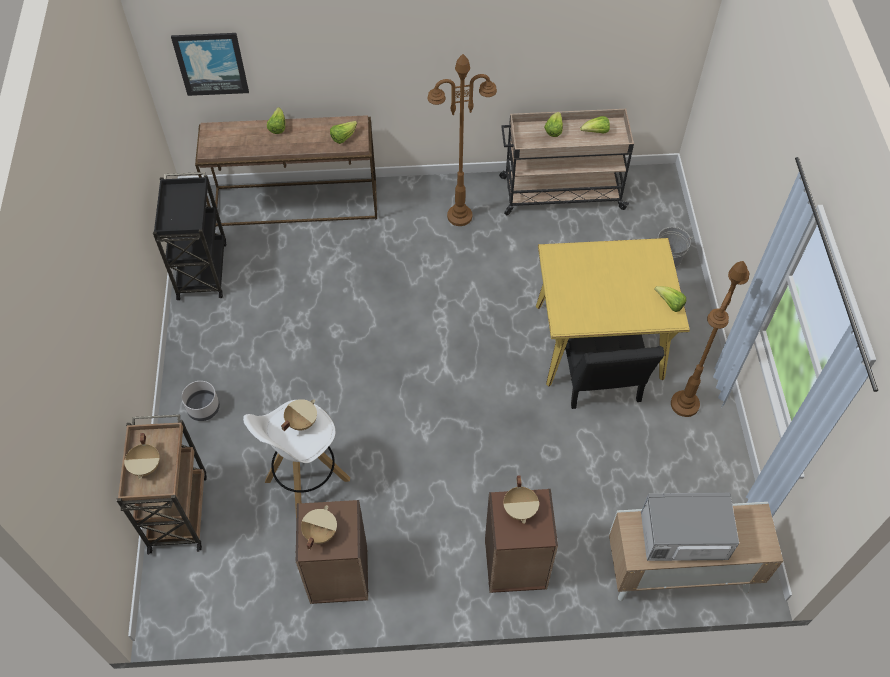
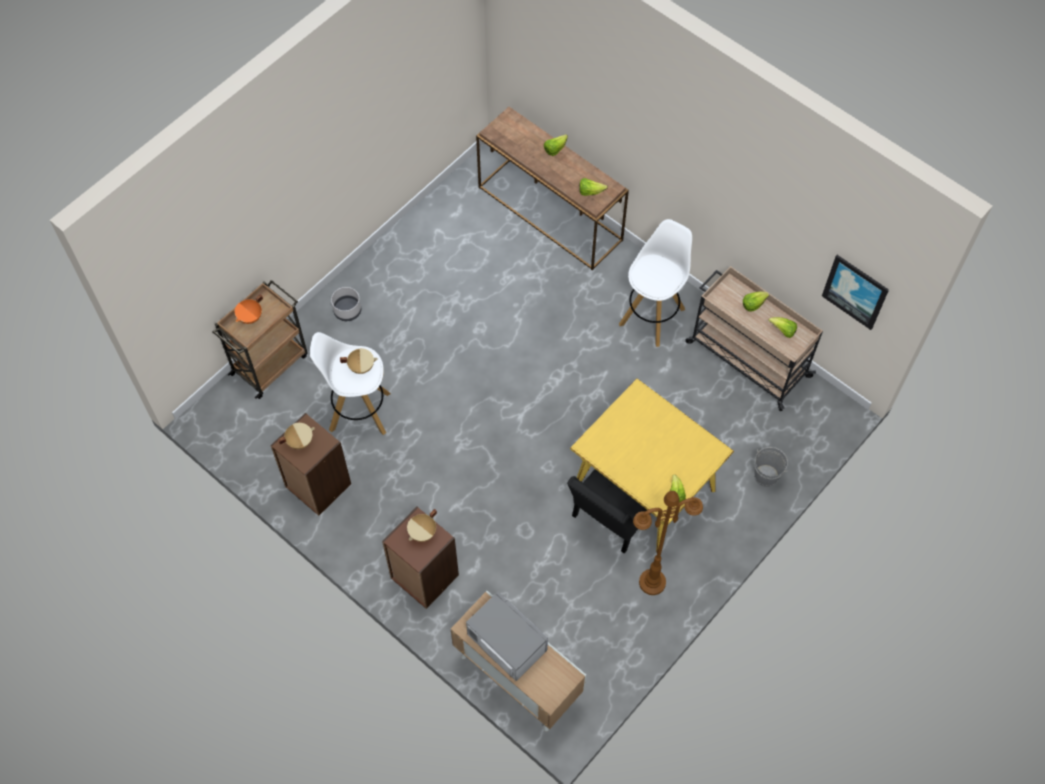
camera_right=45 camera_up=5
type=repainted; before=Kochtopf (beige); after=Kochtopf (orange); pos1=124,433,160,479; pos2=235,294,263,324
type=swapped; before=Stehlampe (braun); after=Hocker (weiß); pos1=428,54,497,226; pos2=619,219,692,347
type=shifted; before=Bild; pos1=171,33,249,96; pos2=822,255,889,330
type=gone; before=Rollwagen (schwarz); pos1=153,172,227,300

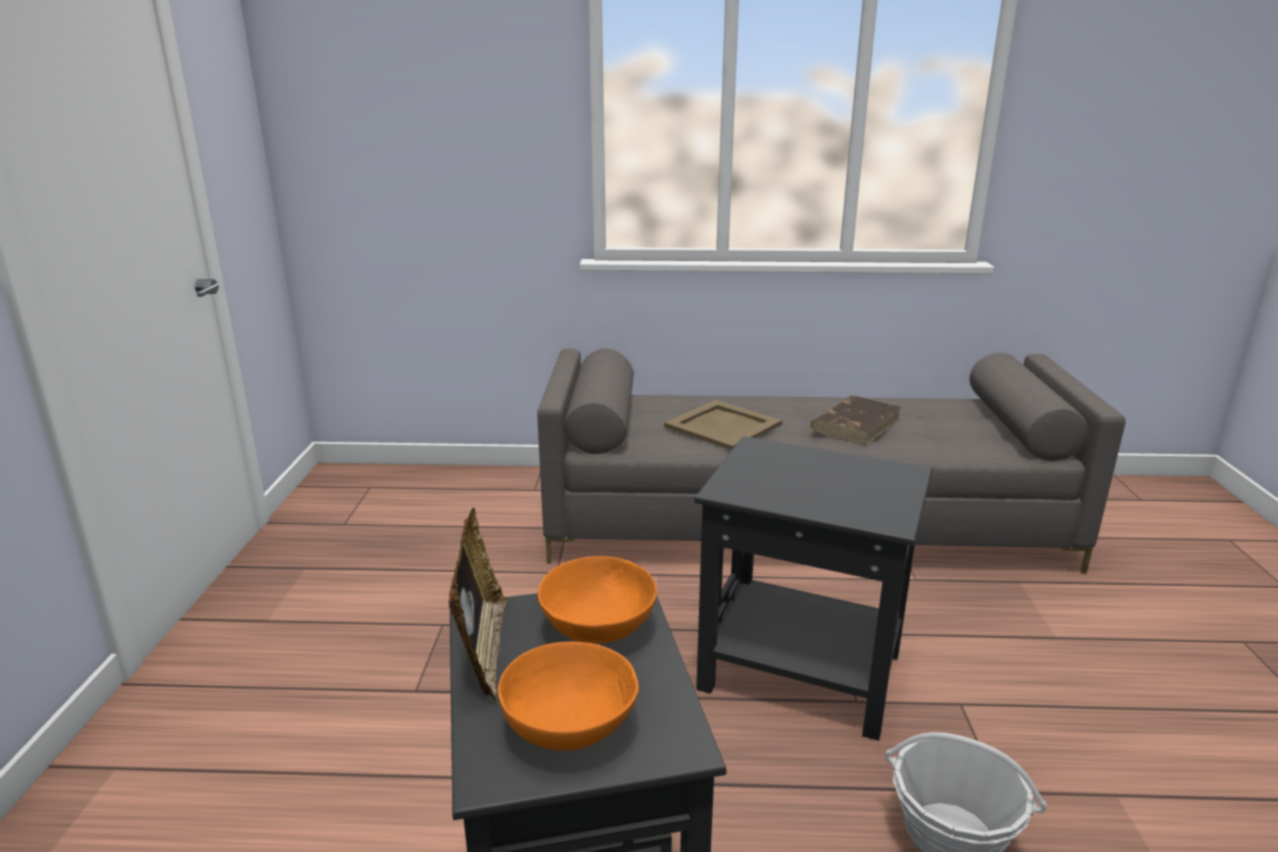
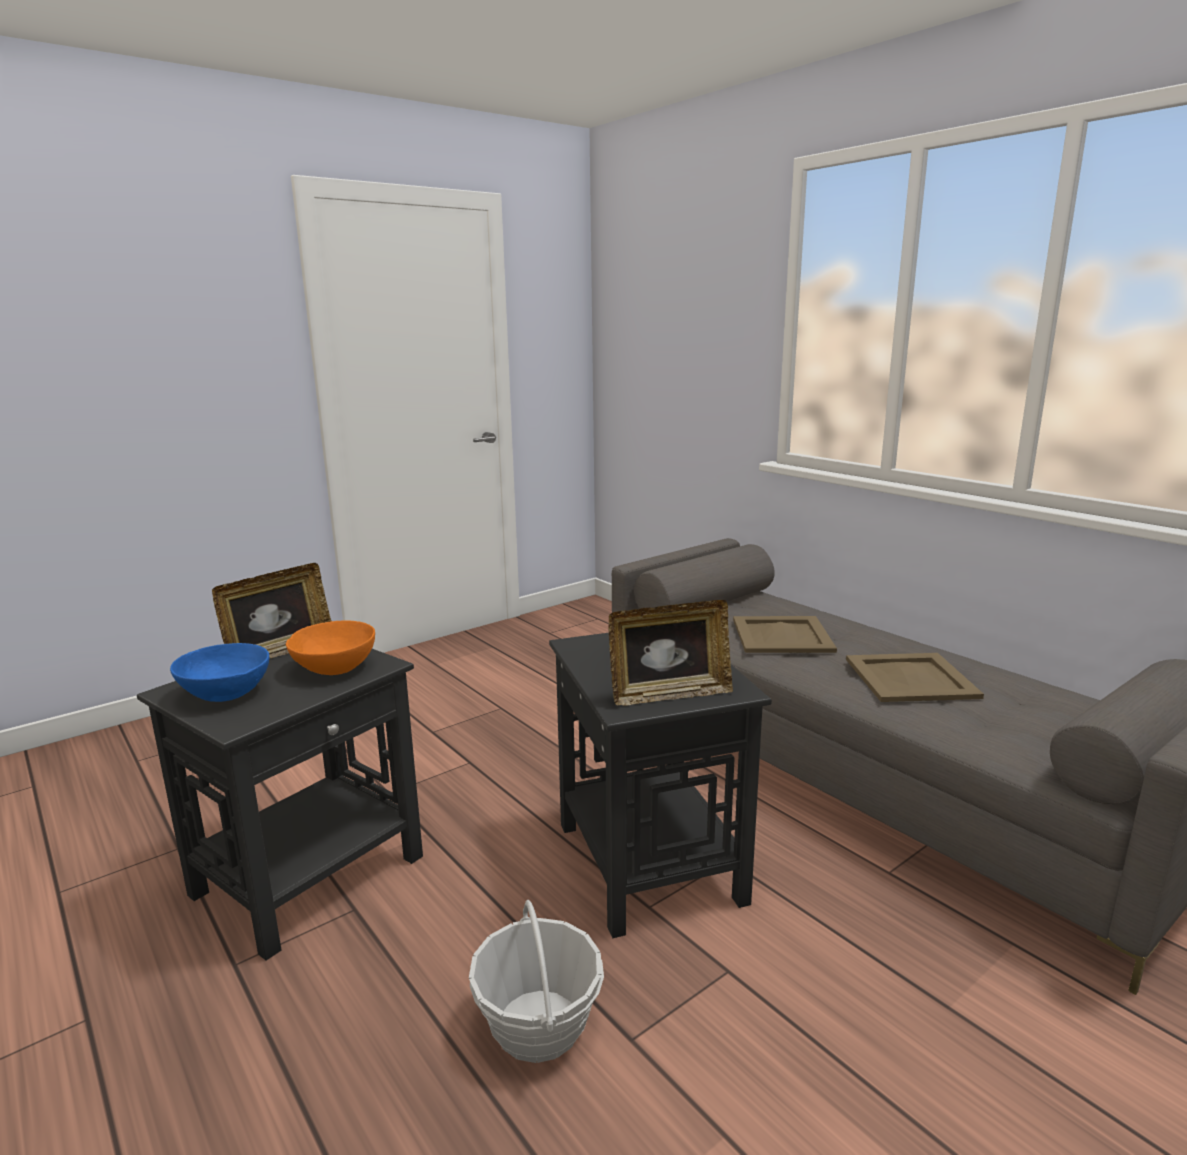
camera_right=50 camera_up=-5
type=repainted; before=Schüssel (orange); after=Schüssel (blau); pos1=498,642,639,751; pos2=170,643,269,702
type=new; after=Bilderrahmen; pos2=608,600,733,706
type=swapped; before=Buch (braun); after=Tablett (beige); pos1=811,395,902,446; pos2=846,653,984,702

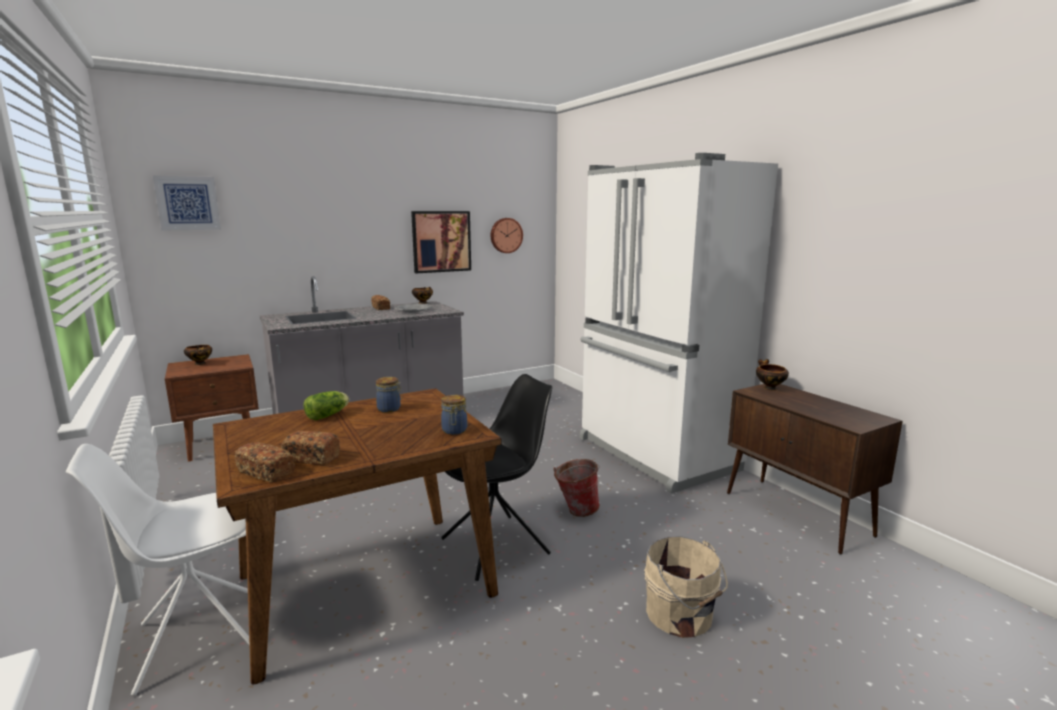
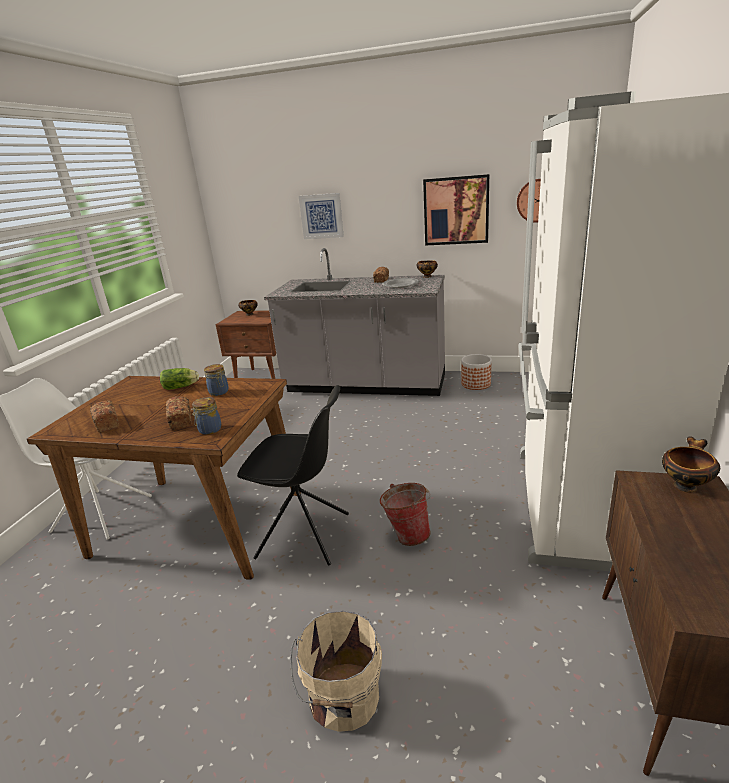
camera_right=45 camera_up=10
type=shifted; before=Brot; pos1=235,442,295,483; pos2=166,396,192,430
type=shifted; before=Bild; pos1=153,176,221,231; pos2=299,193,344,239
type=new; after=Pflanzkübel; pos2=461,354,492,390

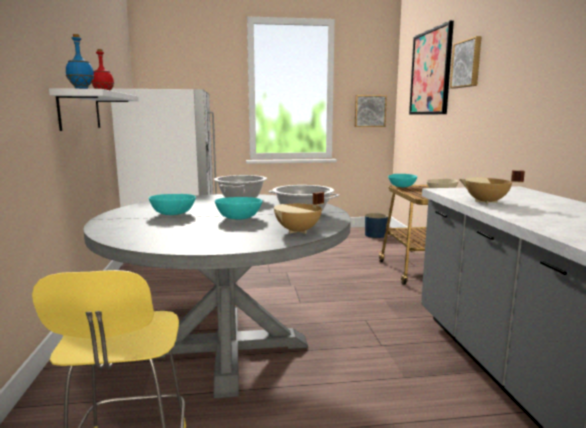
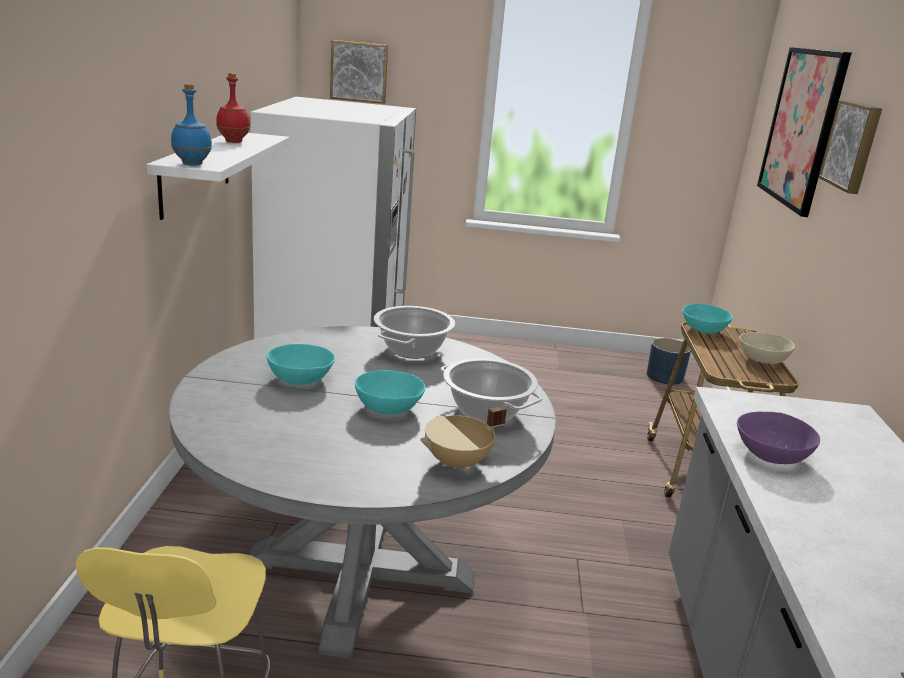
camera_right=10 camera_up=10
type=shifted; before=Bild; pos1=355,95,387,127; pos2=330,40,388,104
type=swapped; before=Kochtopf (beige); after=Schüssel (lila); pos1=459,170,525,204; pos2=737,412,820,464

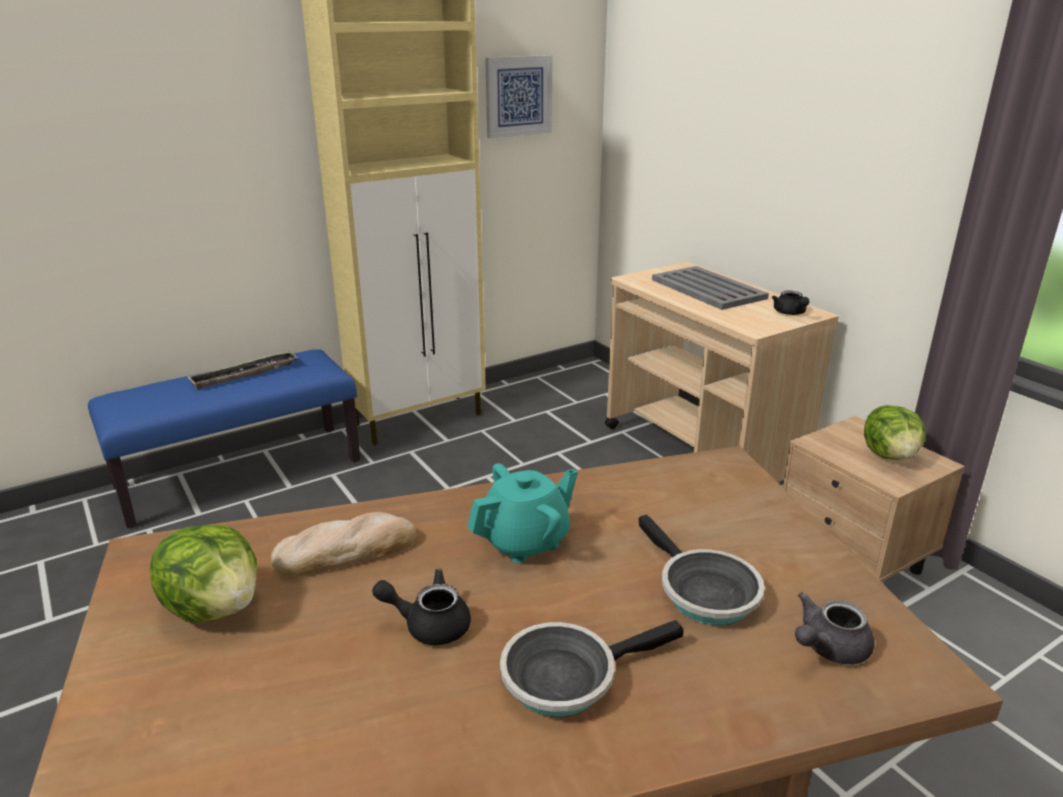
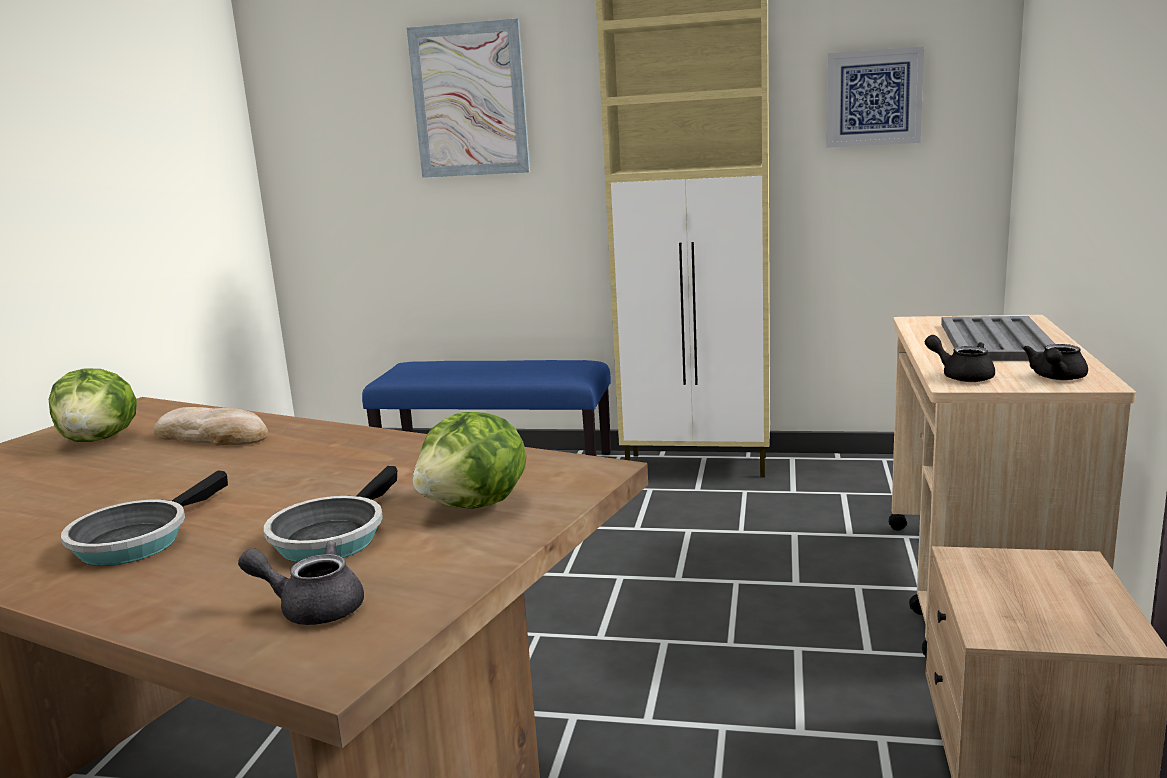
camera_right=45 camera_up=-10
type=rotated; before=Pfanne; pos1=500,620,683,717; pos2=61,470,228,566; turn=-90
type=new; after=Bild; pos2=407,18,530,178
type=shifted; before=Salatkopf; pos1=864,405,926,460; pos2=412,412,527,509
type=shifted; before=Teekanne (schwarz); pos1=372,569,471,645; pos2=925,335,995,382
type=gone; before=Tablett; pos1=188,351,298,389
type=gone; before=Teekanne (türkis); pos1=467,463,578,563

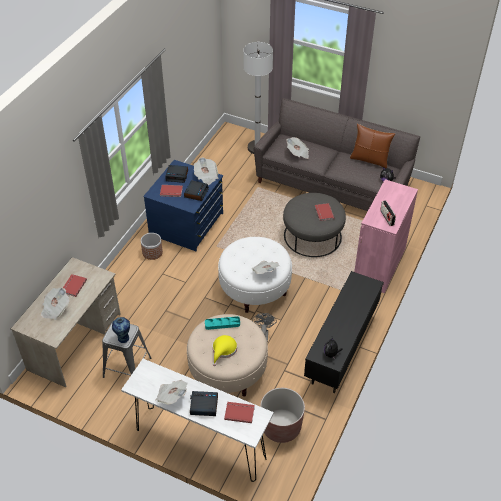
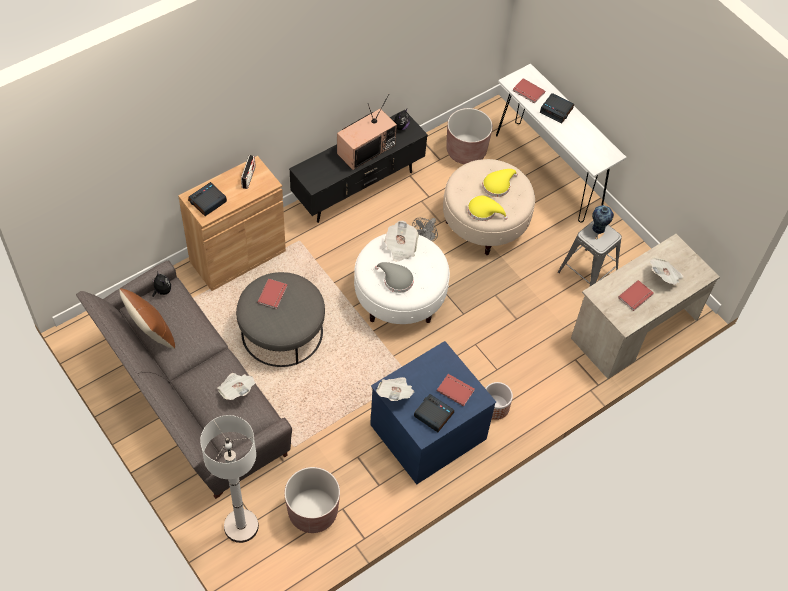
camera_right=-155 camera_up=10
type=repainted; before=Schrank (rosa); after=Schrank (braun); pos1=354,179,418,293; pos2=178,156,286,291
type=shifted; before=Wecker; pos1=184,180,209,201; pos2=188,182,227,216
type=new; after=Pflanzkübel (braun); pos2=284,467,340,533
type=new; after=Fernseher; pos2=337,94,397,170
type=new; after=Hut (grau); pos2=375,262,414,293
type=swapped; before=Tablett (türkis); after=Hut (gelb); pos1=205,316,240,330; pos2=468,196,508,221
type=gone; before=Zeitung; pos1=156,380,188,405

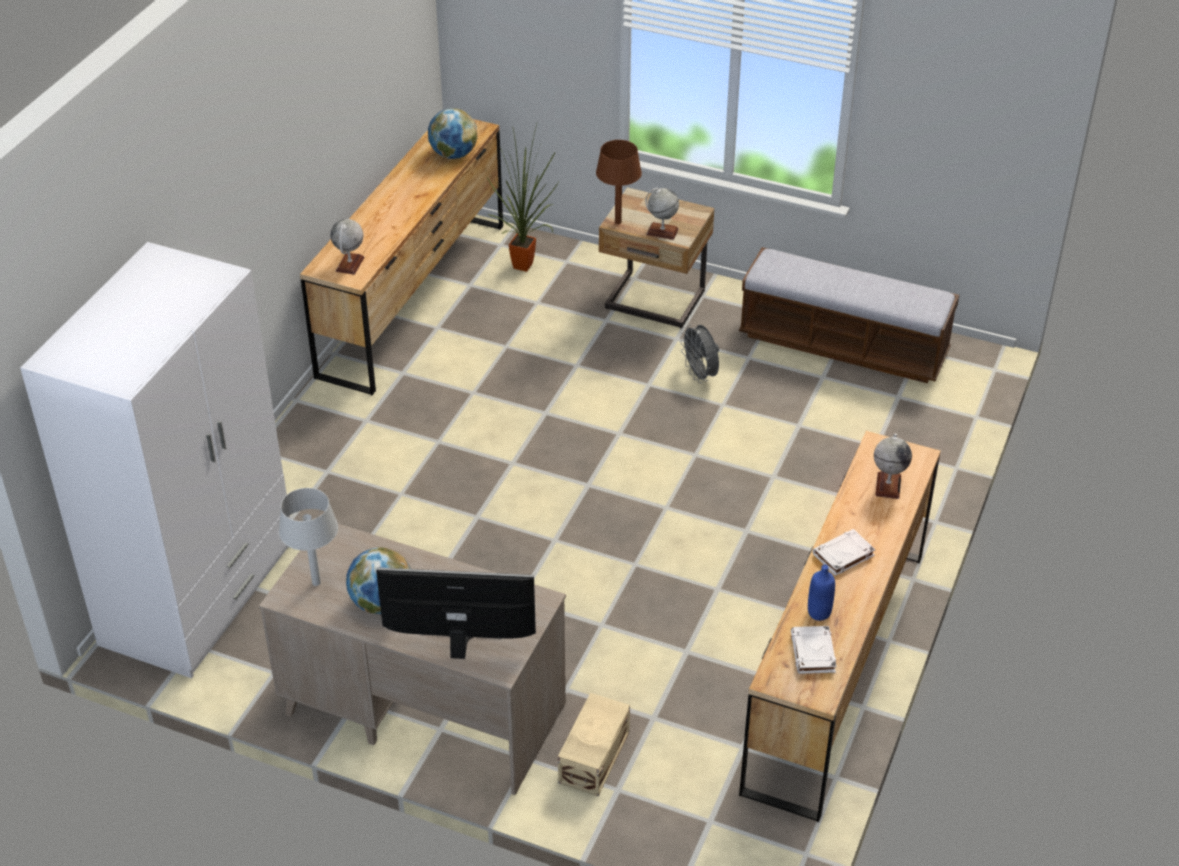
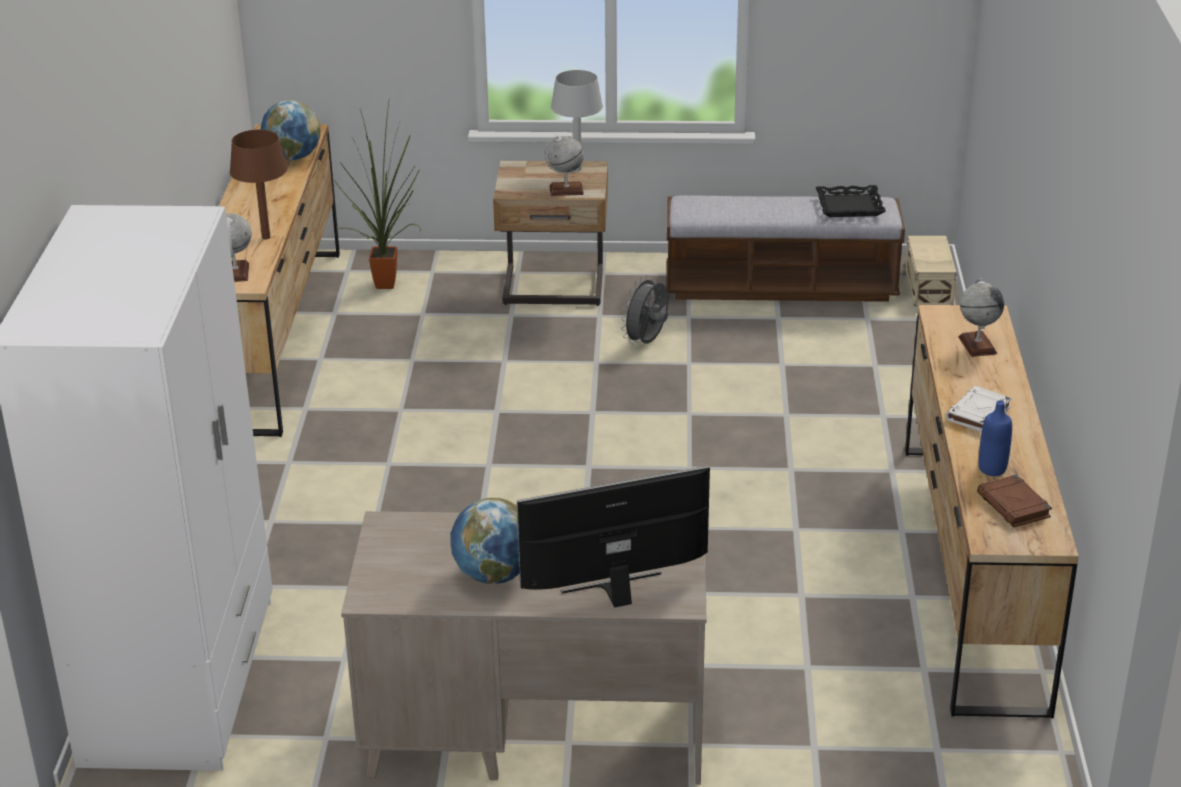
camera_right=-20 camera_up=-10
type=shifted; before=Tischlampe (braun); pos1=596,140,642,224; pos2=230,129,288,240
type=shifted; before=Tischlampe (grau); pos1=279,488,338,586; pos2=551,70,603,171
type=rotated; before=Ventilator (grau); pos1=680,324,719,383; pos2=621,275,668,345; turn=75
type=new; after=Tablett (schwarz); pos2=816,185,886,217
type=shifted; before=Aufbewahrungsbox (beige); pos1=558,693,630,796; pos2=905,236,957,306
type=repainted; before=Buch (weiß); after=Buch (braun); pos1=791,626,837,674; pos2=977,474,1052,527

